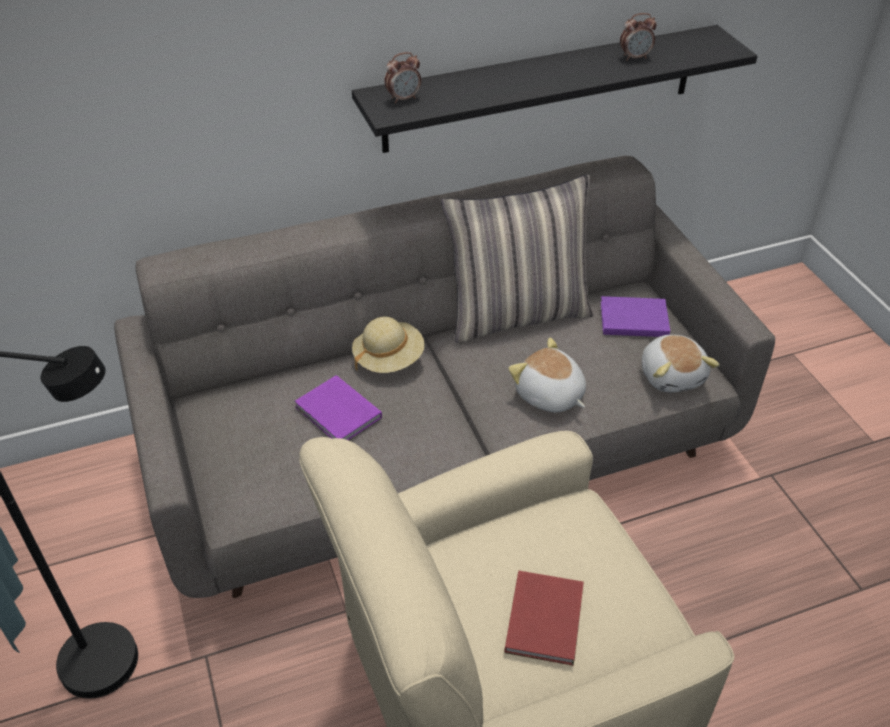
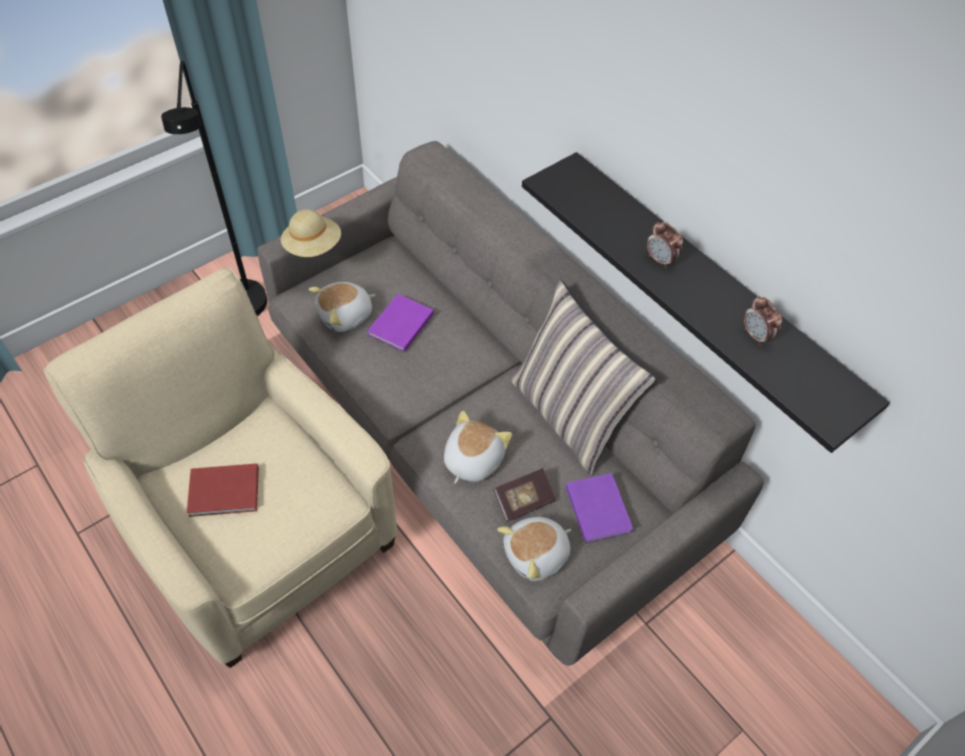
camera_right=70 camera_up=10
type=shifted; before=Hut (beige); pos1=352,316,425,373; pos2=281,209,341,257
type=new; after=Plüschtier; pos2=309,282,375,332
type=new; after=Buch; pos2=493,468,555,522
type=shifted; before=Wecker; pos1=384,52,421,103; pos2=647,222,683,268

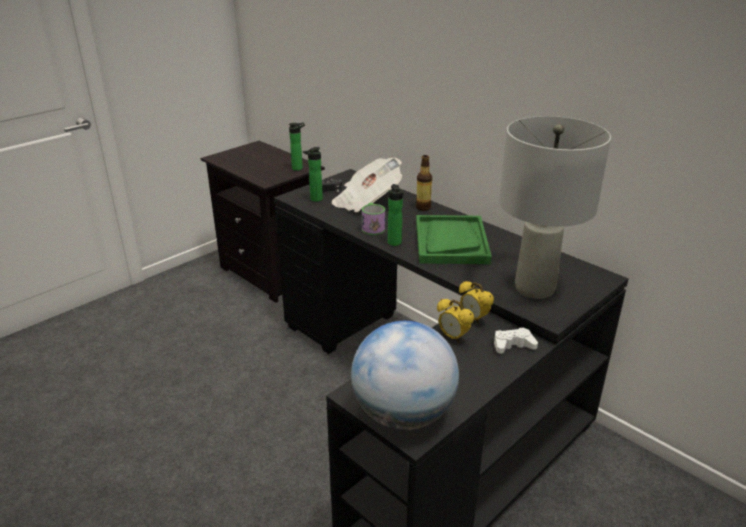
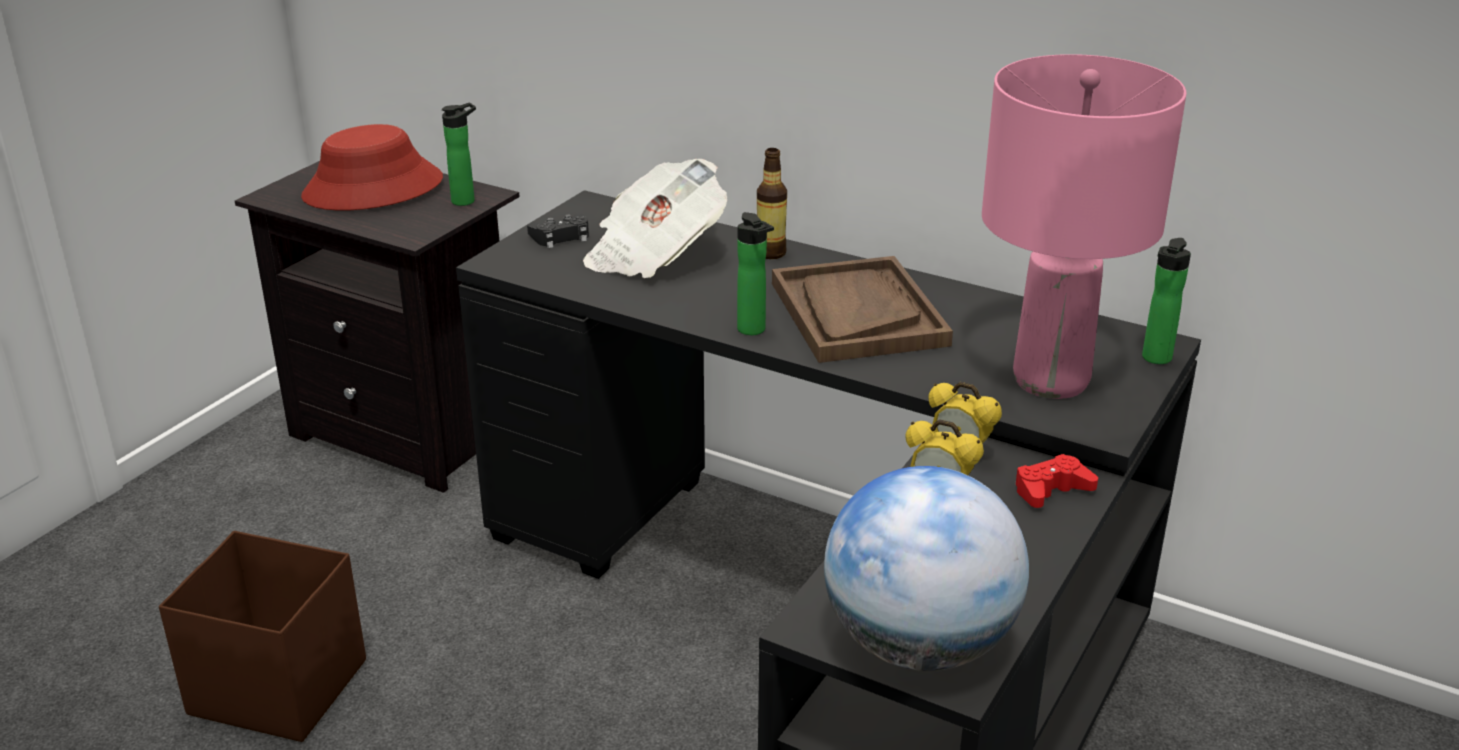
camera_right=-15 camera_up=0
type=new; after=Aufbewahrungsbox (braun); pos2=159,531,366,742
type=new; after=Hut (rot); pos2=301,124,443,211
type=repainted; before=Tablett (grün); after=Tablett (braun); pos1=416,215,492,264; pos2=772,256,953,363
type=repainted; before=Tischlampe (grau); after=Tischlampe (rosa); pos1=499,116,611,299; pos2=982,54,1187,399
type=repainted; before=Gamepad (weiß); after=Gamepad (rot); pos1=494,328,538,354; pos2=1015,454,1098,508
type=shifted; before=Flasche; pos1=303,147,323,202; pos2=1142,238,1191,364
type=gone; before=Henkelbecher; pos1=362,203,385,235

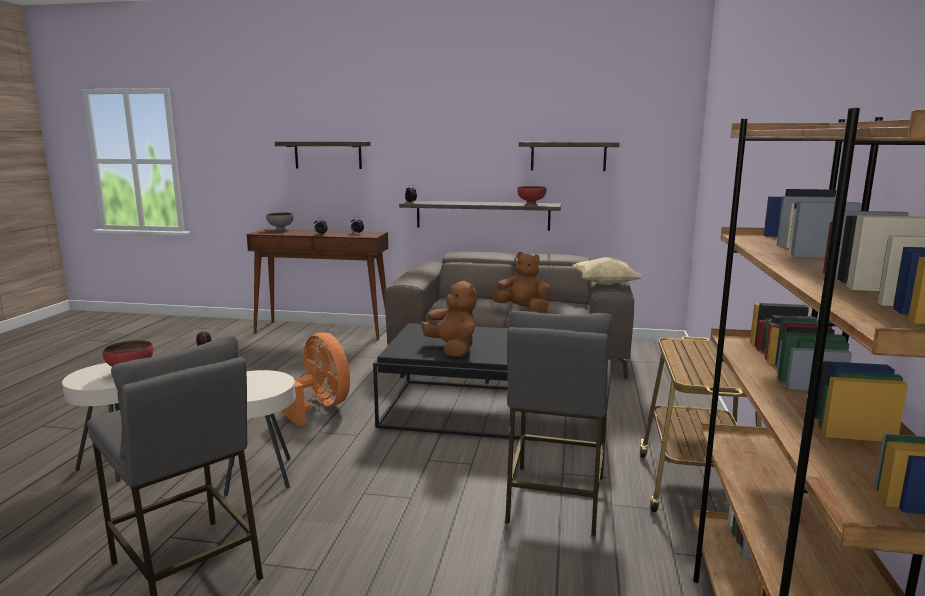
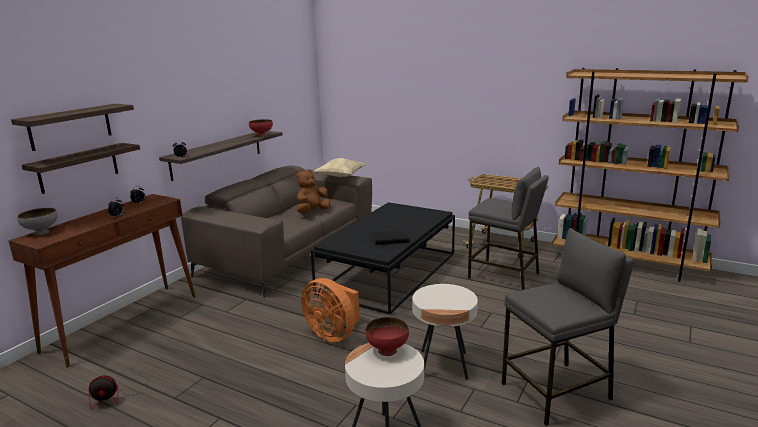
camera_right=-70 camera_up=5
type=shifted; before=Wandregal; pos1=519,142,620,171; pos2=22,143,140,194
type=rotated; before=Ventilator (orange); pos1=281,333,350,426; pos2=301,278,360,343; turn=-120
type=swapped; before=Plüschtier (braun); after=Buch (schwarz); pos1=421,278,477,357; pos2=373,230,409,245

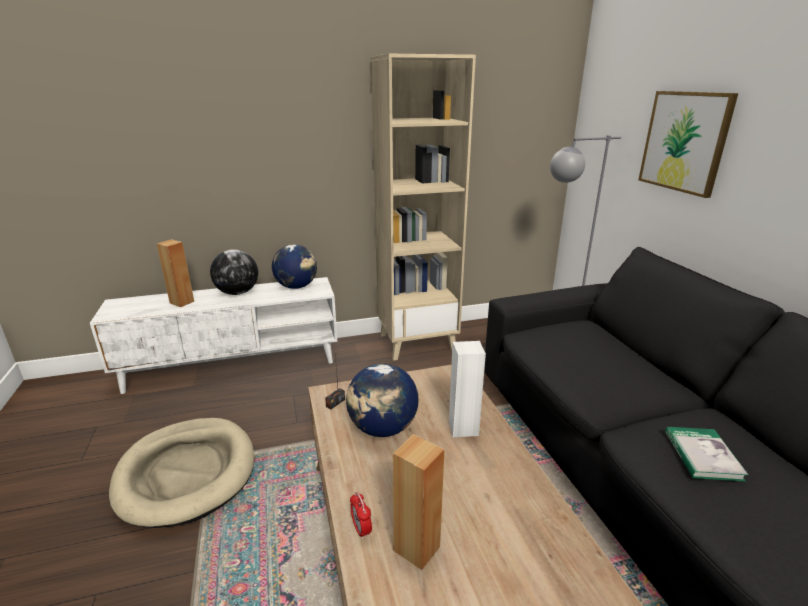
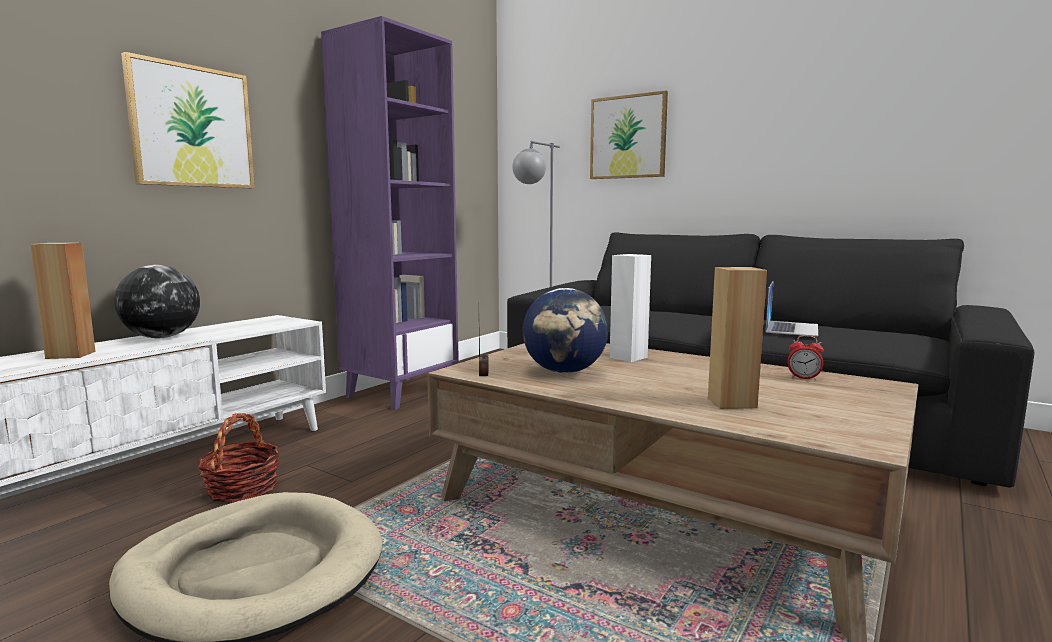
camera_right=-40 camera_up=-15
type=new; after=Bild; pos2=121,52,255,189
type=new; after=Korb; pos2=198,413,280,503
type=repainted; before=Bücherregal (beige); after=Bücherregal (lila); pos1=371,54,476,361; pos2=321,16,459,410
type=swapped; before=Buch; after=Laptop; pos1=665,427,748,482; pos2=765,281,818,337
type=shifted; before=Wecker; pos1=350,492,372,539; pos2=788,335,824,380
type=gone; before=Globus; pos1=272,244,317,289

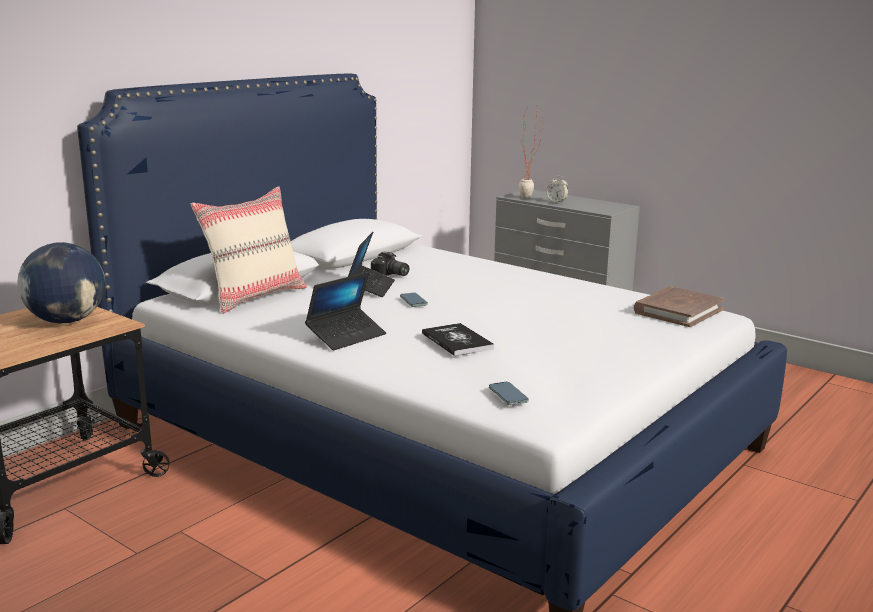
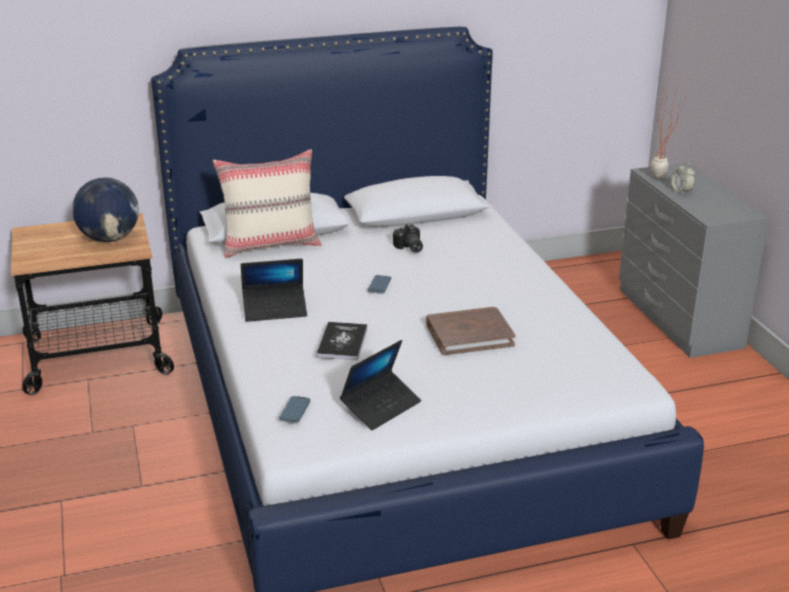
camera_right=35 camera_up=10
type=shifted; before=Laptop; pos1=348,232,395,297; pos2=340,340,421,430
type=shifted; before=Buch (braun); pos1=634,287,725,327; pos2=426,307,516,355

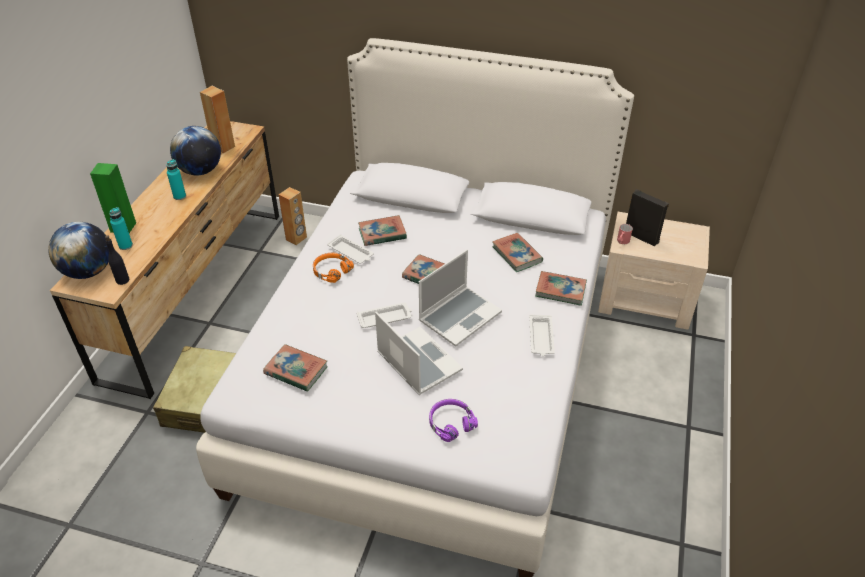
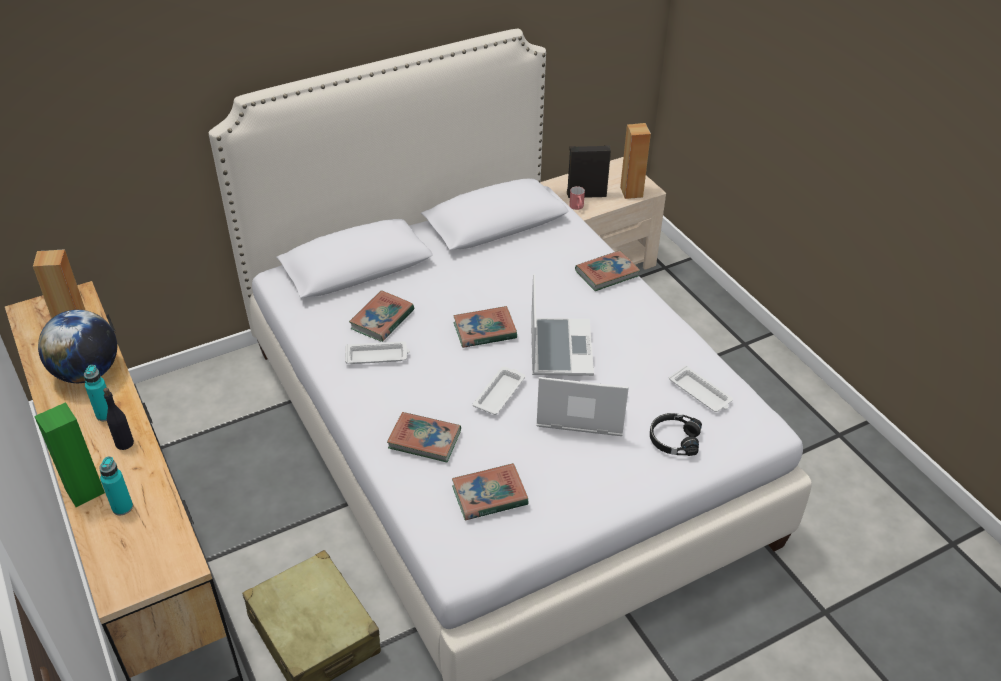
camera_right=-45 camera_up=0
type=shifted; before=Flasche (schwarz); pos1=105,235,130,285; pos2=103,388,134,450
type=shifted; before=Buch; pos1=492,233,543,272; pos2=387,412,461,462
type=shifted; before=Lautsprecher (braun); pos1=278,187,307,245; pos2=620,123,651,199
type=repainted; before=Kopfhörer (lila); after=Kopfhörer (schwarz); pos1=429,399,478,442; pos2=650,413,702,456
type=shifted; before=Tablett (weiß); pos1=529,315,555,356; pos2=669,365,733,412
type=gone; before=Globus; pos1=48,222,109,279
type=gone; before=Kopfhörer (orange); pos1=313,253,354,283

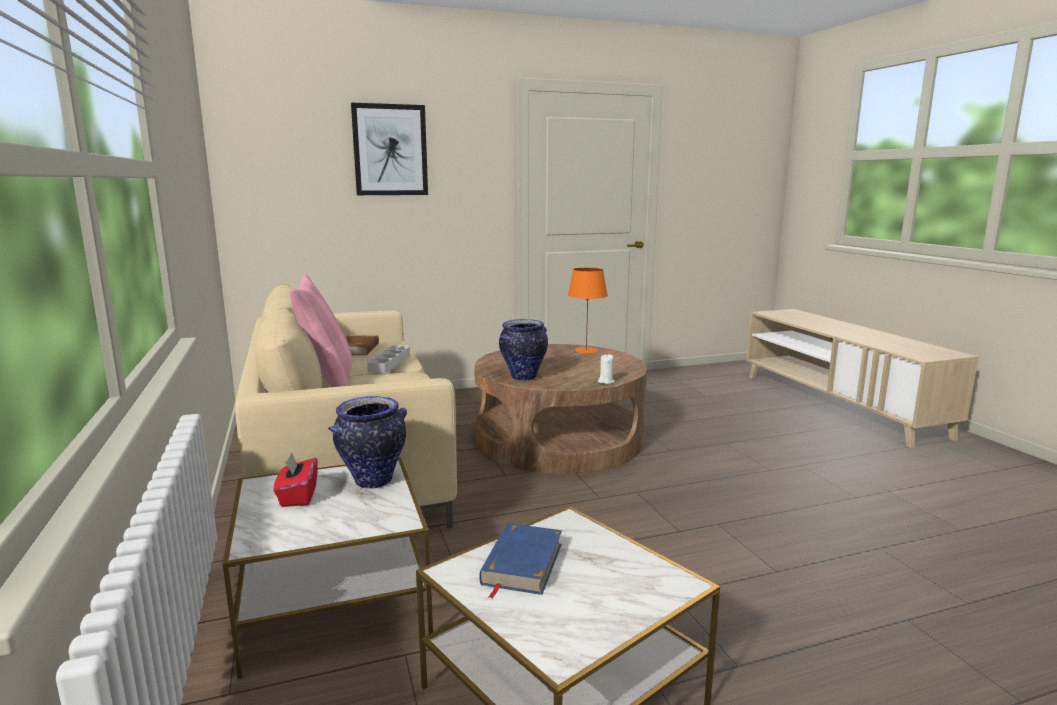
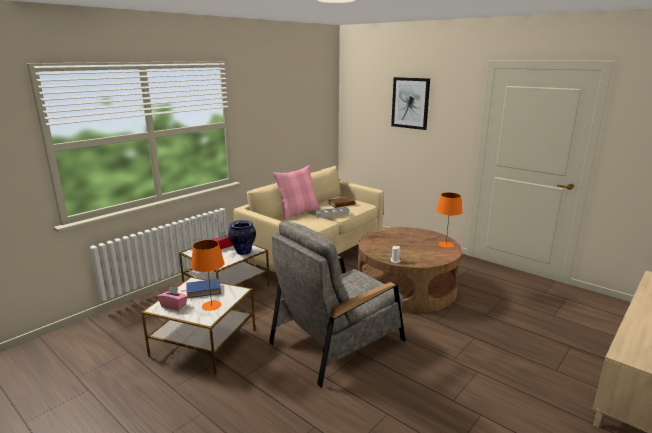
camera_right=60 camera_up=5
type=new; after=Taschentuchbox (rosa); pos2=157,286,188,310
type=new; after=Tischlampe (orange); pos2=191,240,225,311
type=new; after=Sessel (grau); pos2=269,221,405,388
type=gone; before=Vase; pos1=499,319,548,381

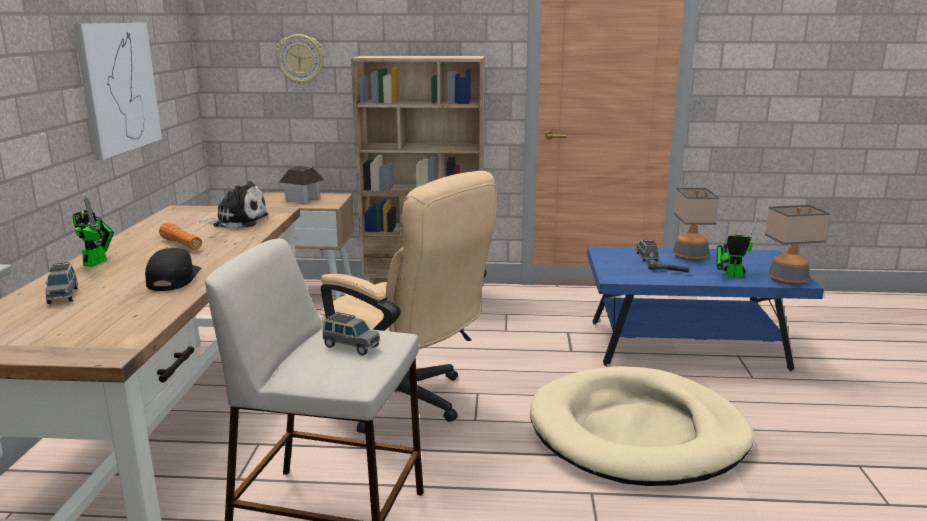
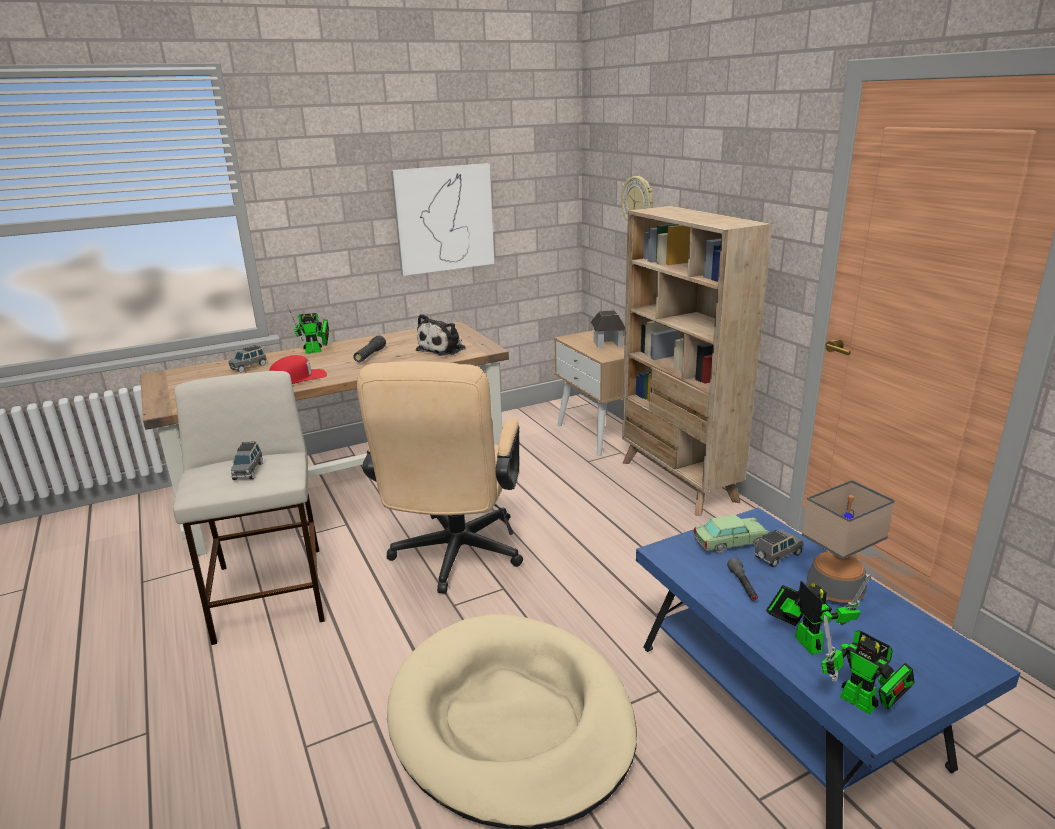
camera_right=60 camera_up=5
type=repainted; before=Kappe (schwarz); after=Kappe (rot); pos1=145,248,202,291; pos2=269,355,327,384
type=repainted; before=Taschenlampe (orange); after=Taschenlampe (schwarz); pos1=159,222,202,250; pos2=353,335,386,363
type=rotated; before=Plüschtier; pos1=199,181,268,229; pos2=416,314,466,356; turn=60
type=new; after=Spielzeugauto; pos2=694,515,769,553
type=swapped; before=Tischlampe; after=Spielzeugroboter; pos1=765,205,830,284; pos2=821,615,915,714

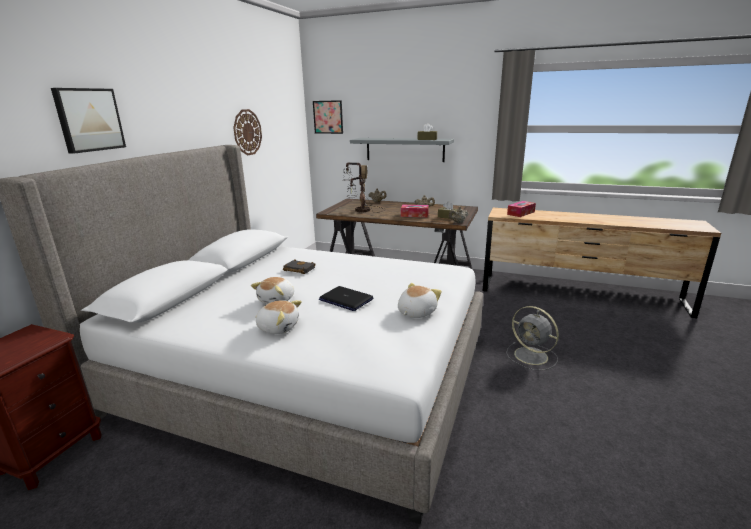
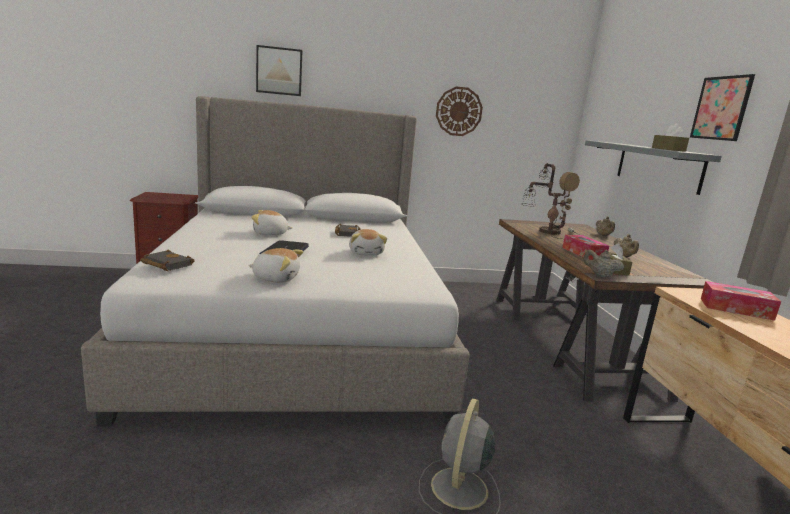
camera_right=60 camera_up=-5
type=new; after=Buch (schwarz); pos2=140,250,195,271
type=shifted; before=Plüschtier; pos1=255,300,302,334; pos2=349,229,387,256
type=shifted; before=Bild; pos1=313,100,343,134; pos2=690,74,755,141

